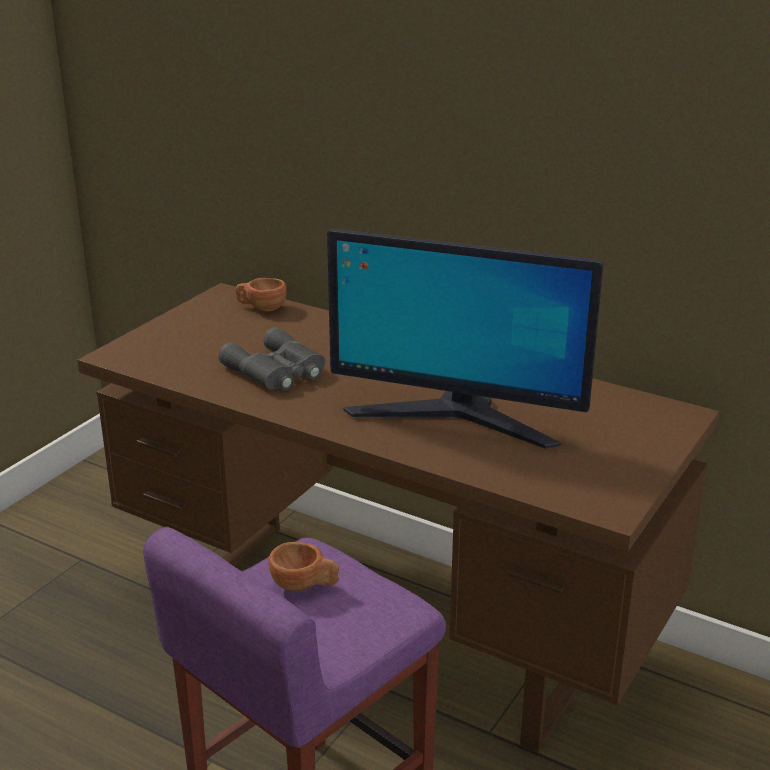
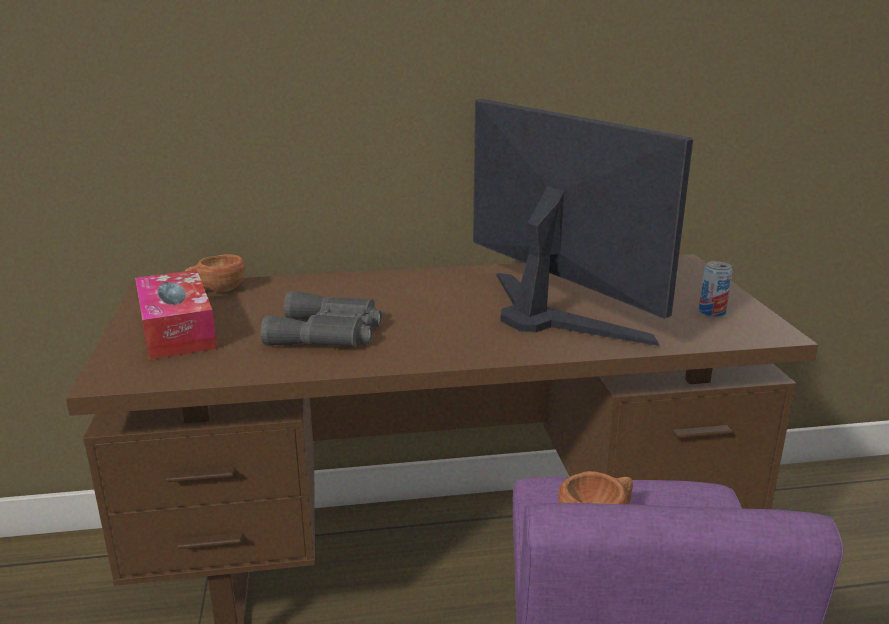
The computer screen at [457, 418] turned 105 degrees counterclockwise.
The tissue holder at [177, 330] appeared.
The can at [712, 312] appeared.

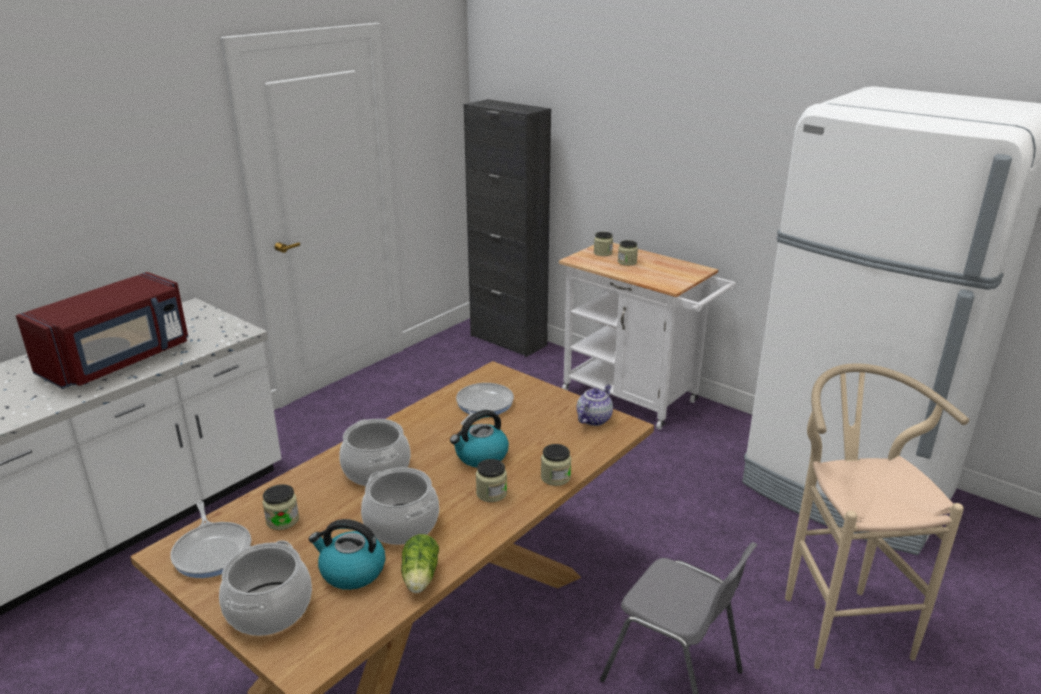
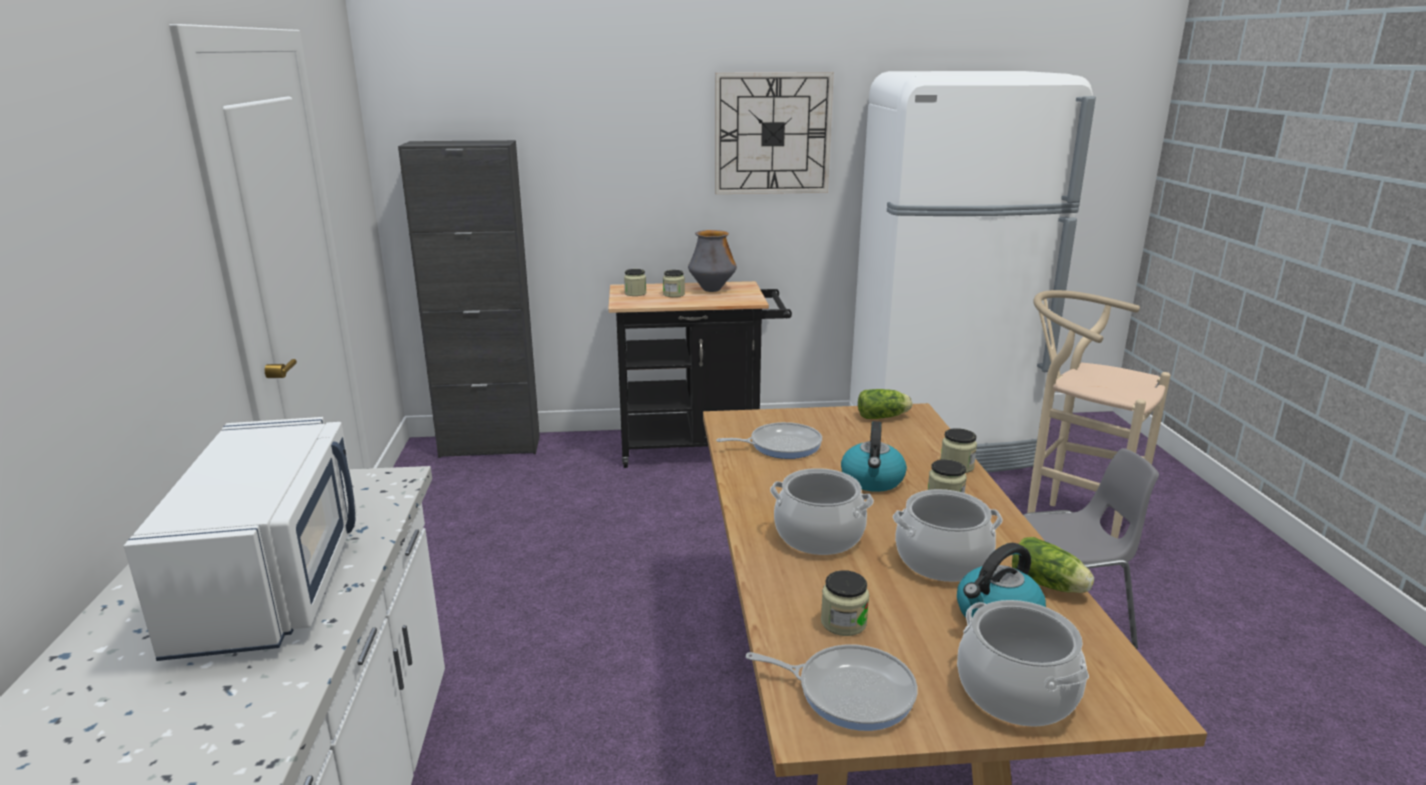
The red-coloured microwave at [119, 360] became the white microwave at [275, 581].
The frying pan at [483, 405] turned 105 degrees clockwise.
The white trolley at [636, 399] became the blackish trolley at [698, 447].
The teapot at [594, 419] was replaced by the lettuce head at [884, 417].
The vase at [712, 290] appeared.
The hanging clock at [772, 134] appeared.

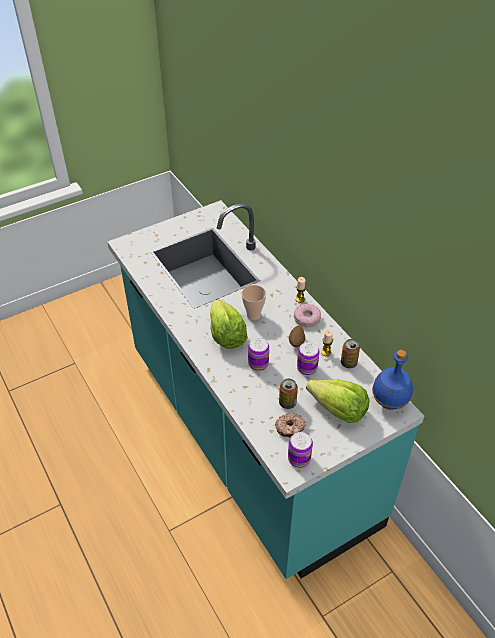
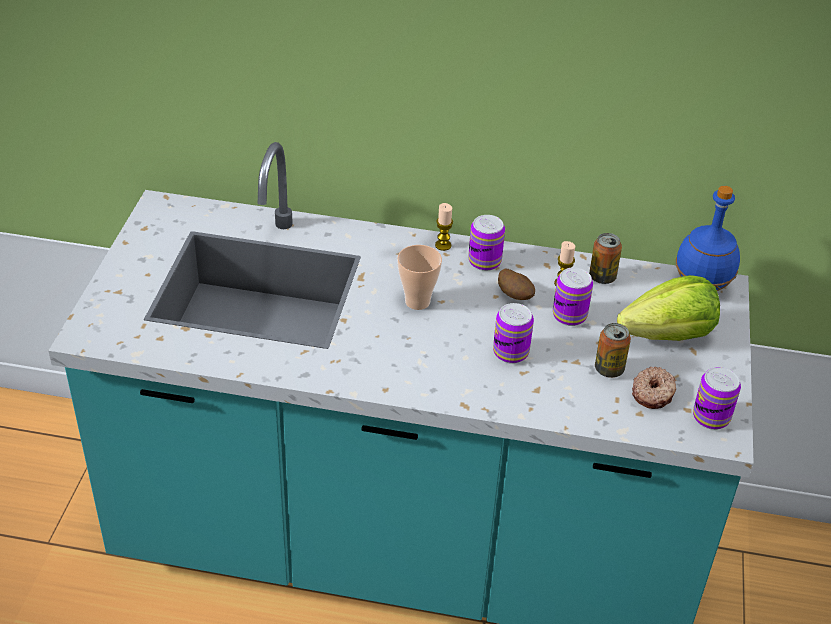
The lettuce head at [226, 335] disappeared.
The donut at [307, 318] was replaced by the can at [484, 261].

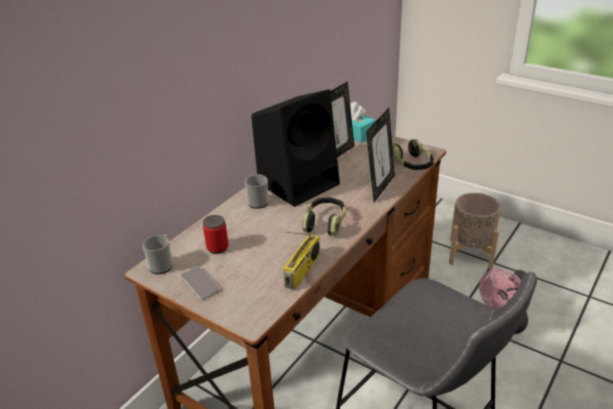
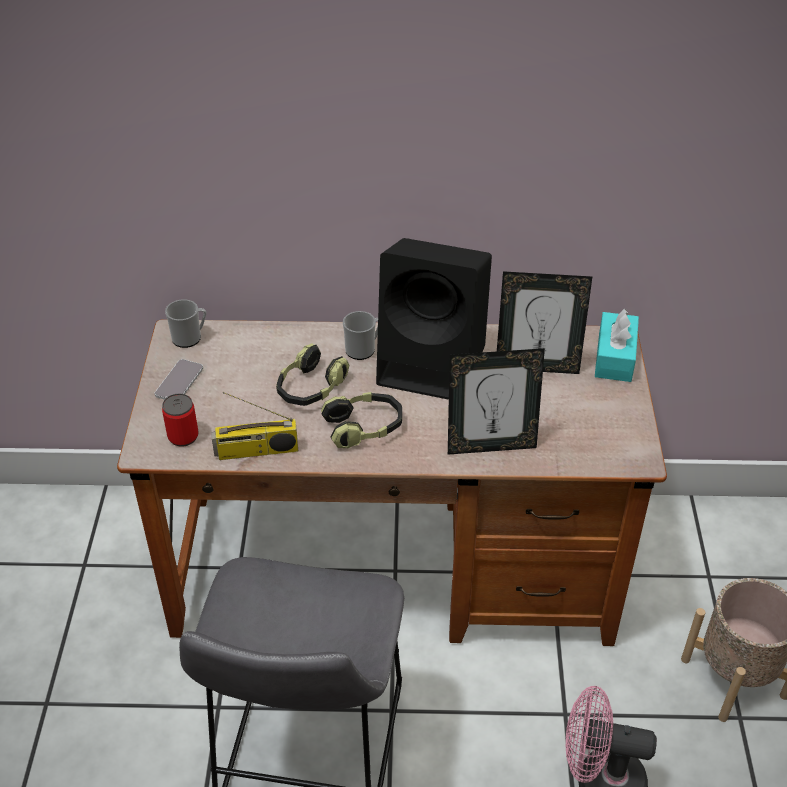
The can moved from [217, 248] to [183, 436].
The headphones moved from [412, 164] to [311, 388].

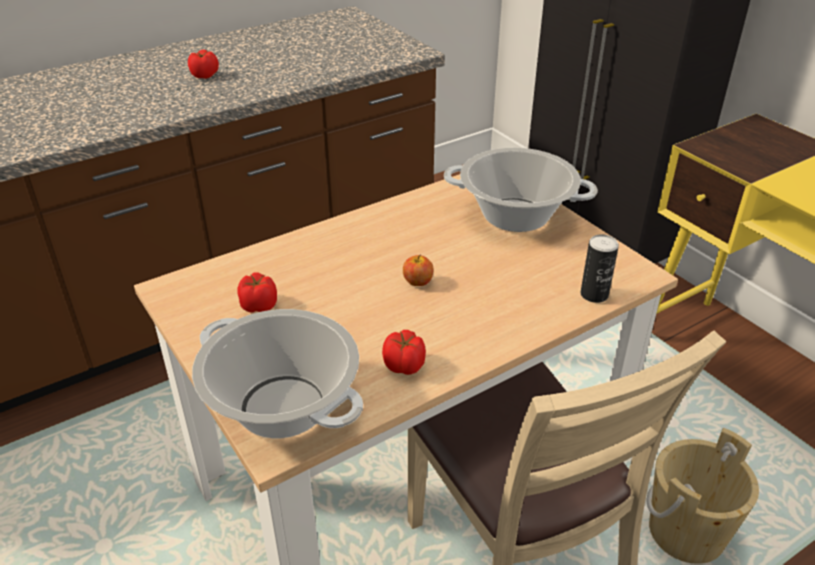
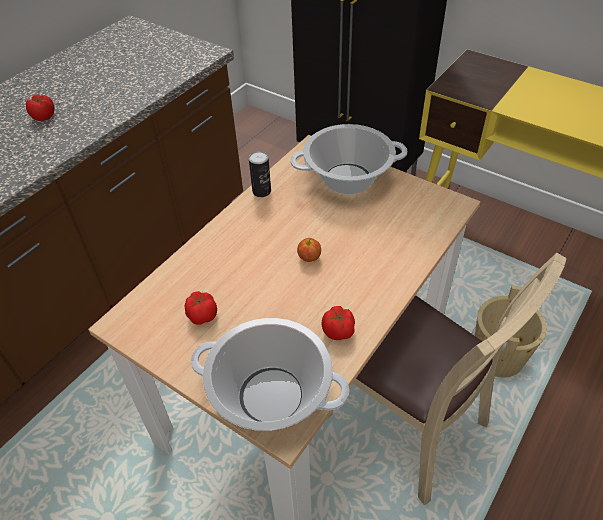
The can moved from [594, 294] to [261, 191].

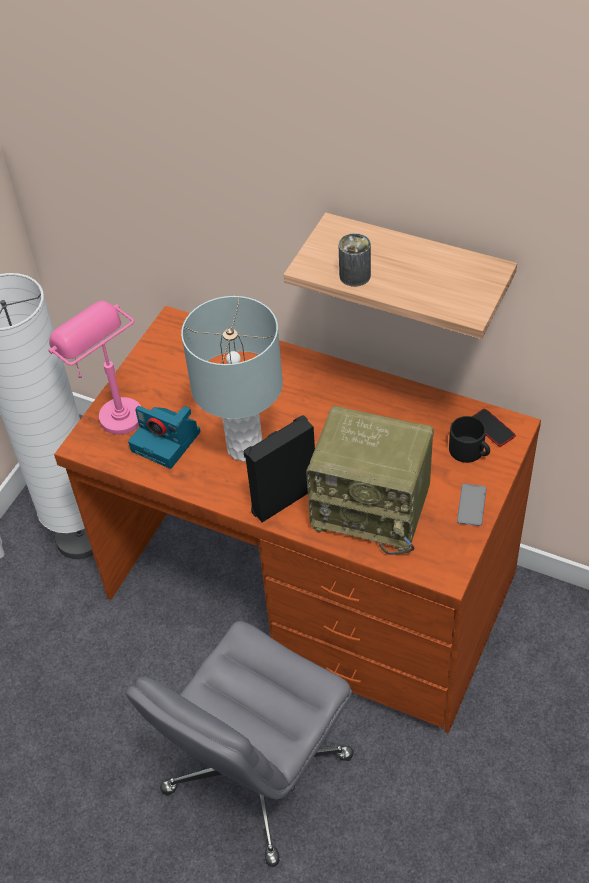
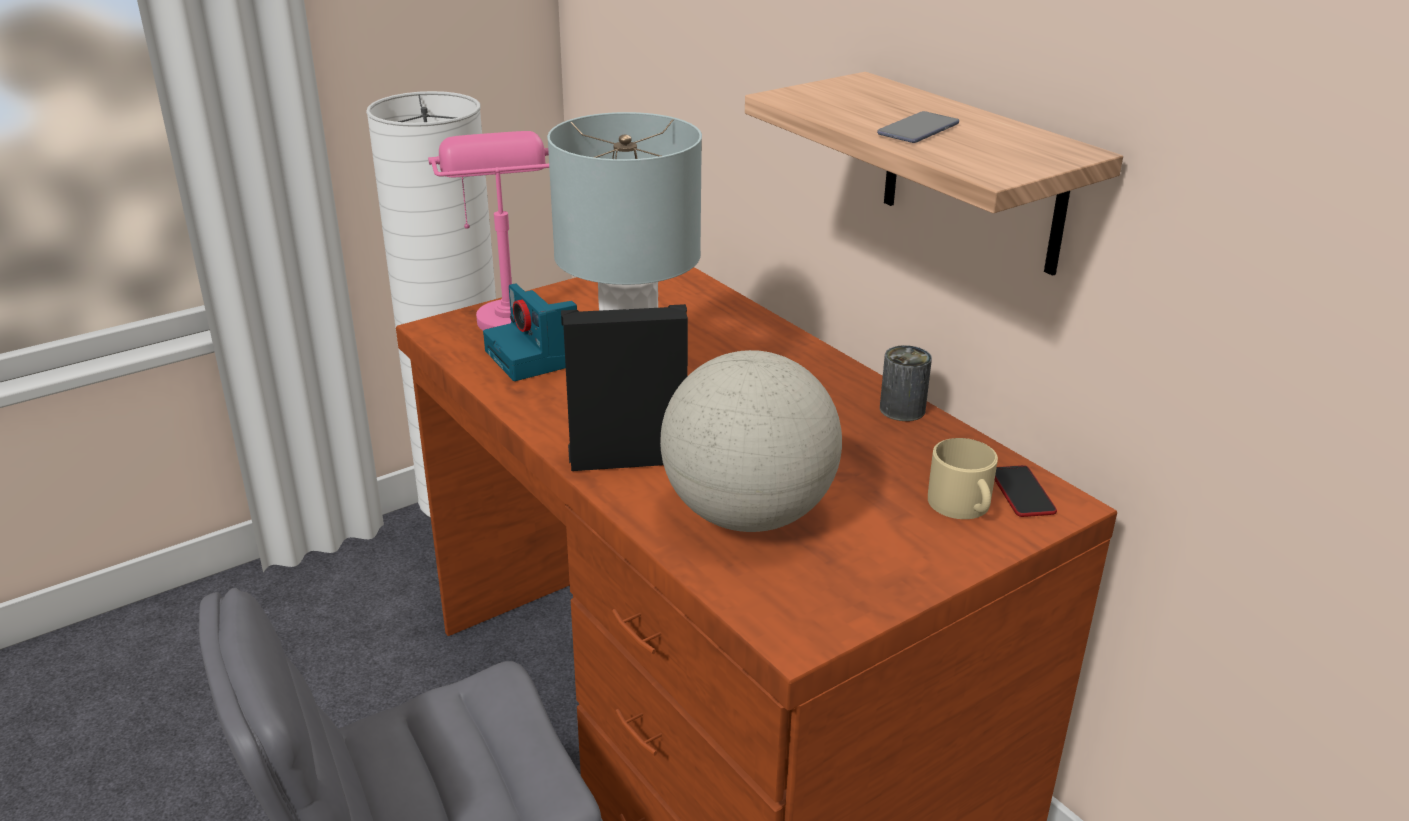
The radio set at [373, 508] was replaced by the globe at [748, 515].
The can moved from [355, 275] to [902, 409].
The blackish tea mug at [470, 451] became the sand-coloured tea mug at [963, 506].
The handset moved from [471, 505] to [918, 129].

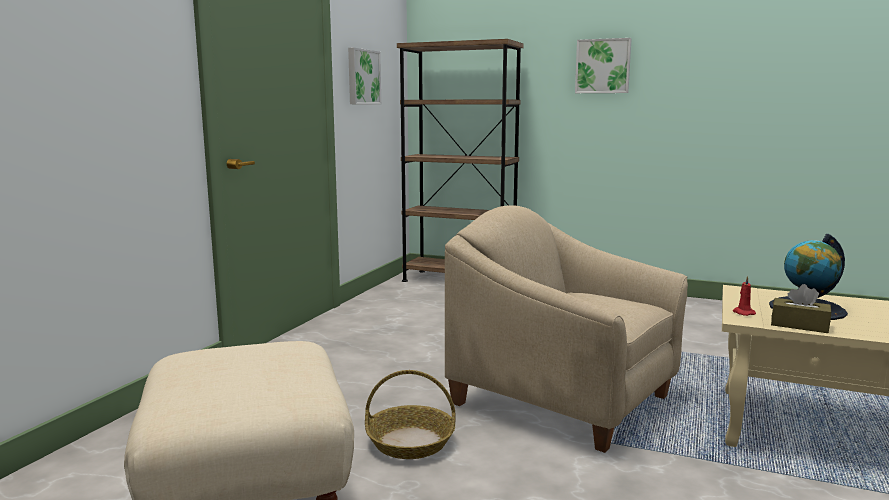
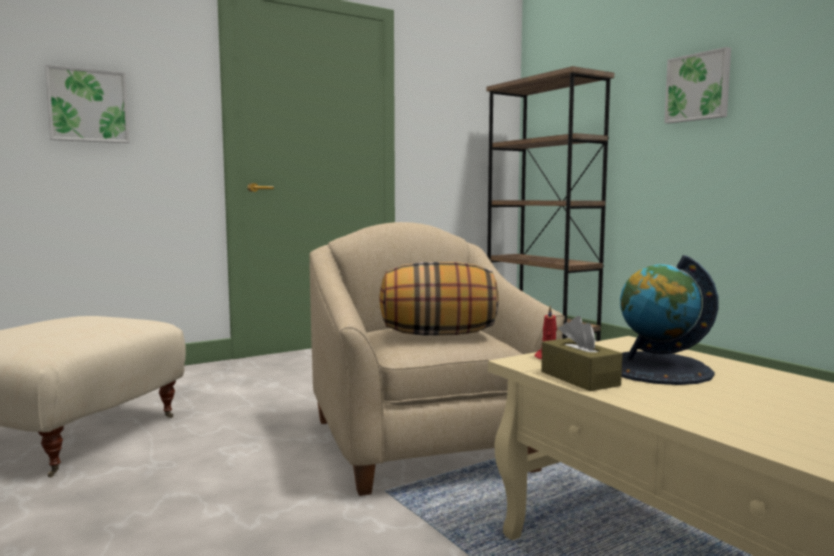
The picture moved from [362, 77] to [88, 106].
The storage basket at [411, 442] disappeared.
The cushion at [438, 335] appeared.

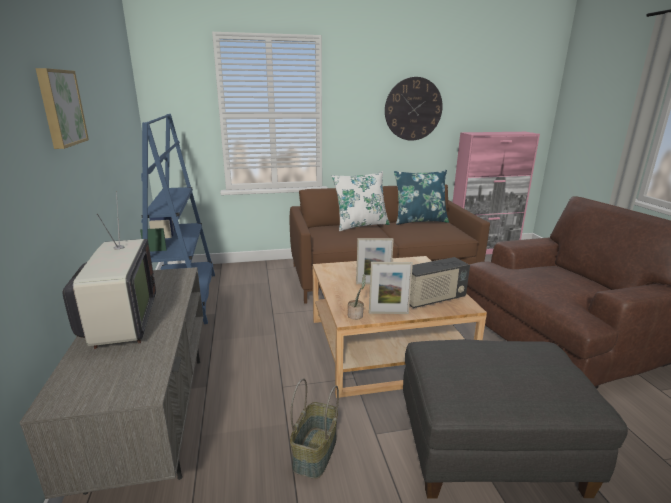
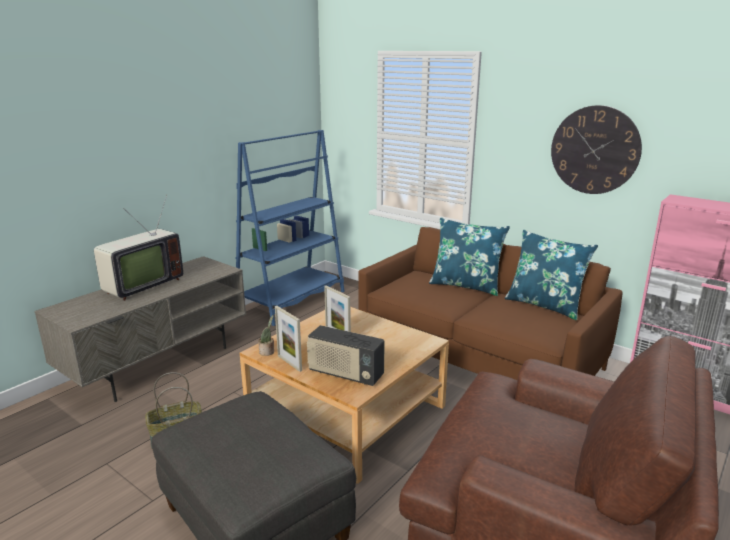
The picture at [60, 108] disappeared.
The white cushion at [360, 225] became the bluish cushion at [466, 285].

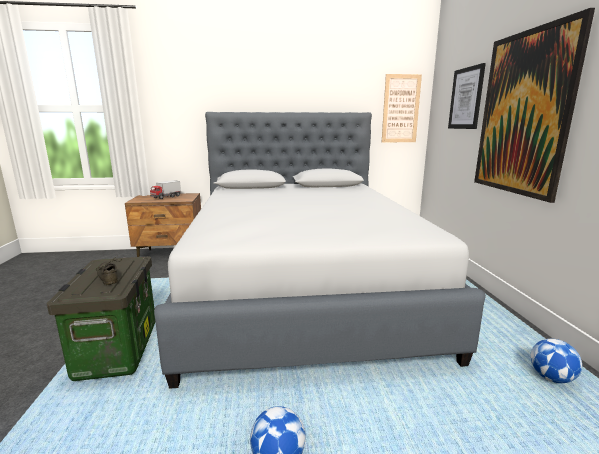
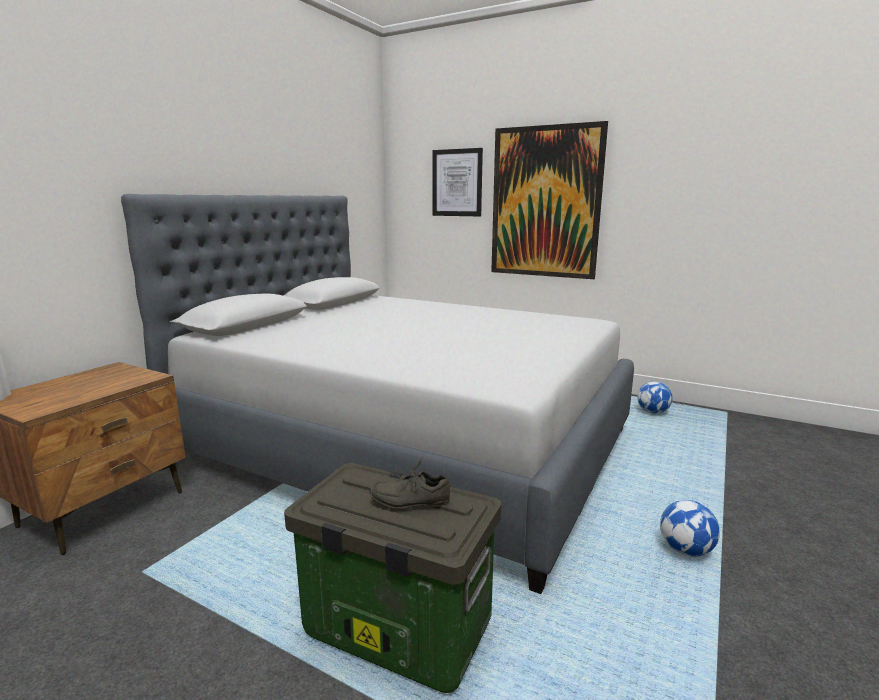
The toy truck at [166, 197] disappeared.
The picture at [401, 109] disappeared.

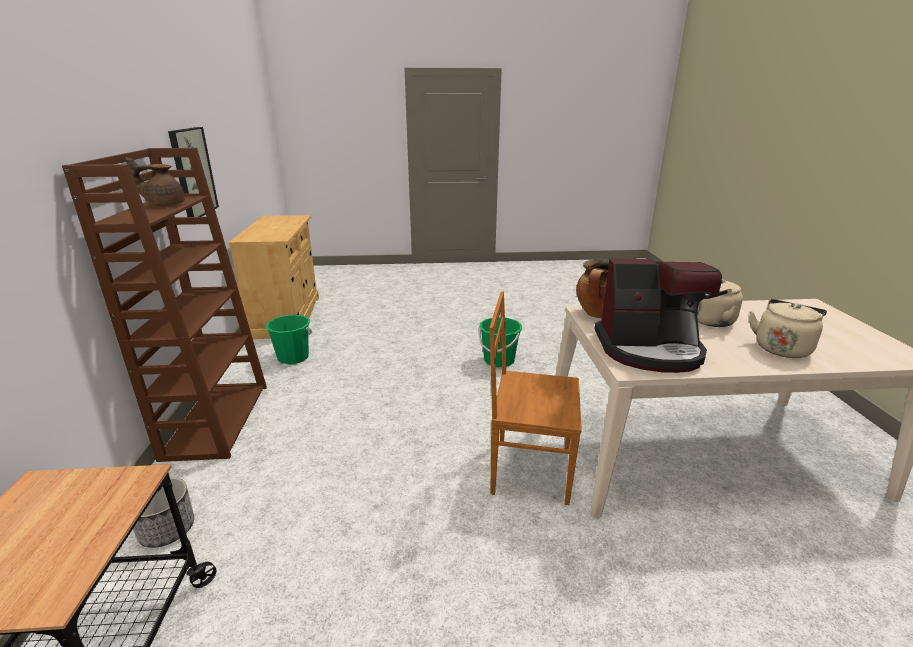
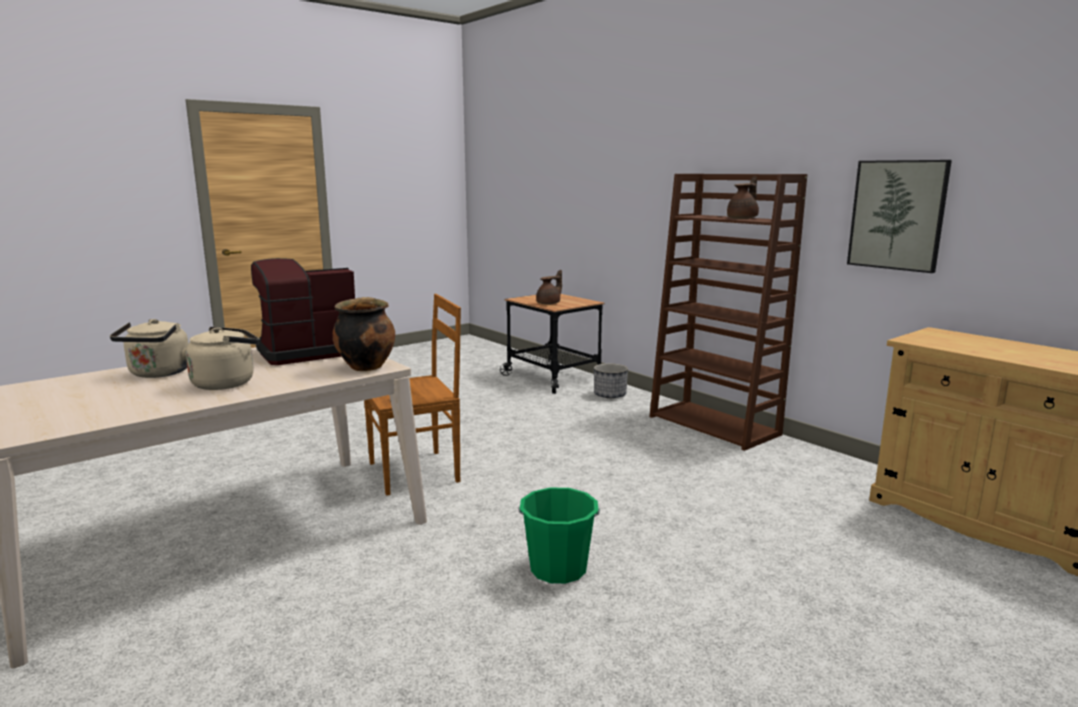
The green water bucket at [293, 357] disappeared.
The brown-coloured teapot at [549, 303] appeared.

